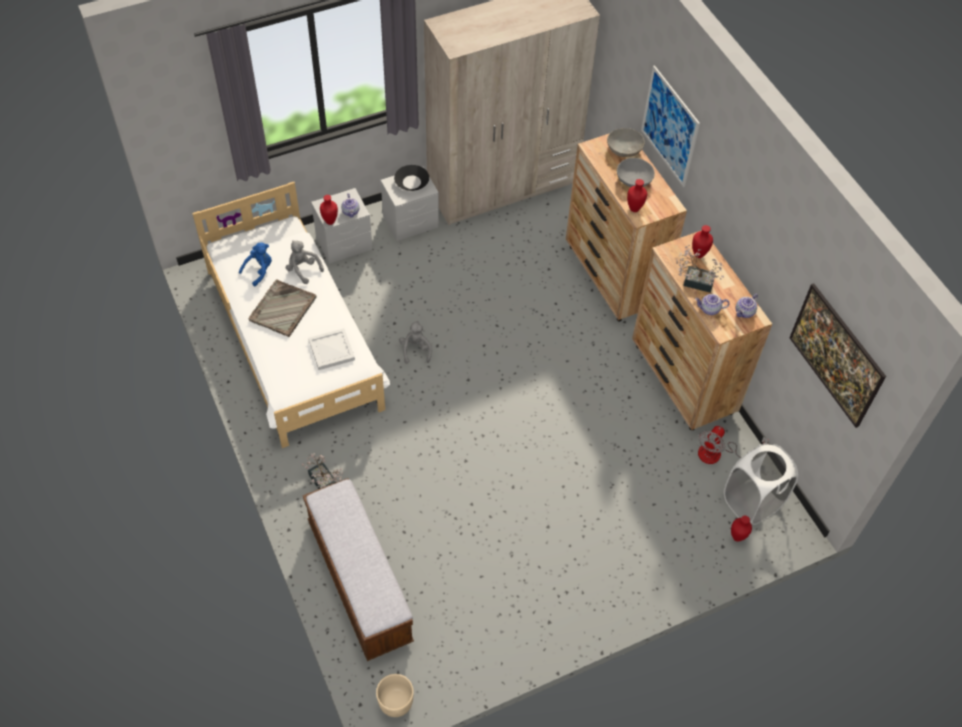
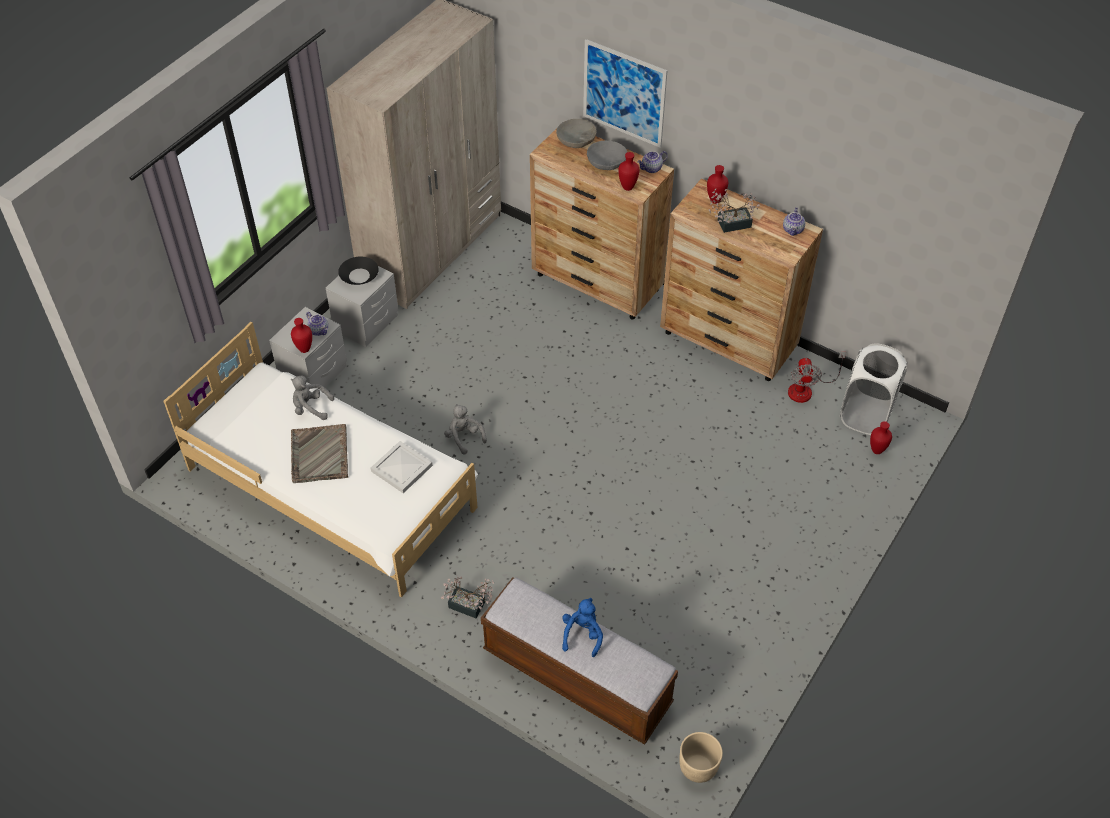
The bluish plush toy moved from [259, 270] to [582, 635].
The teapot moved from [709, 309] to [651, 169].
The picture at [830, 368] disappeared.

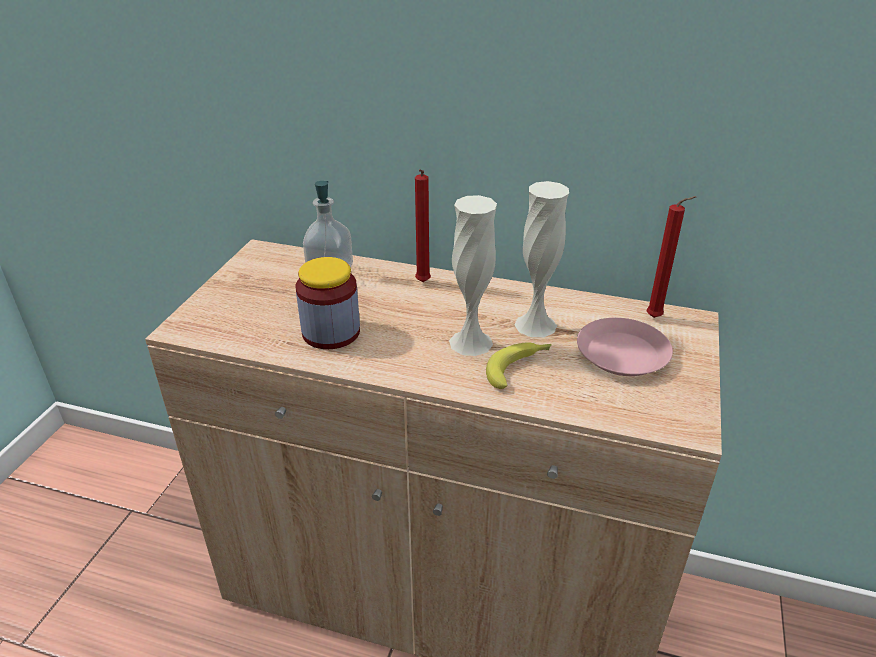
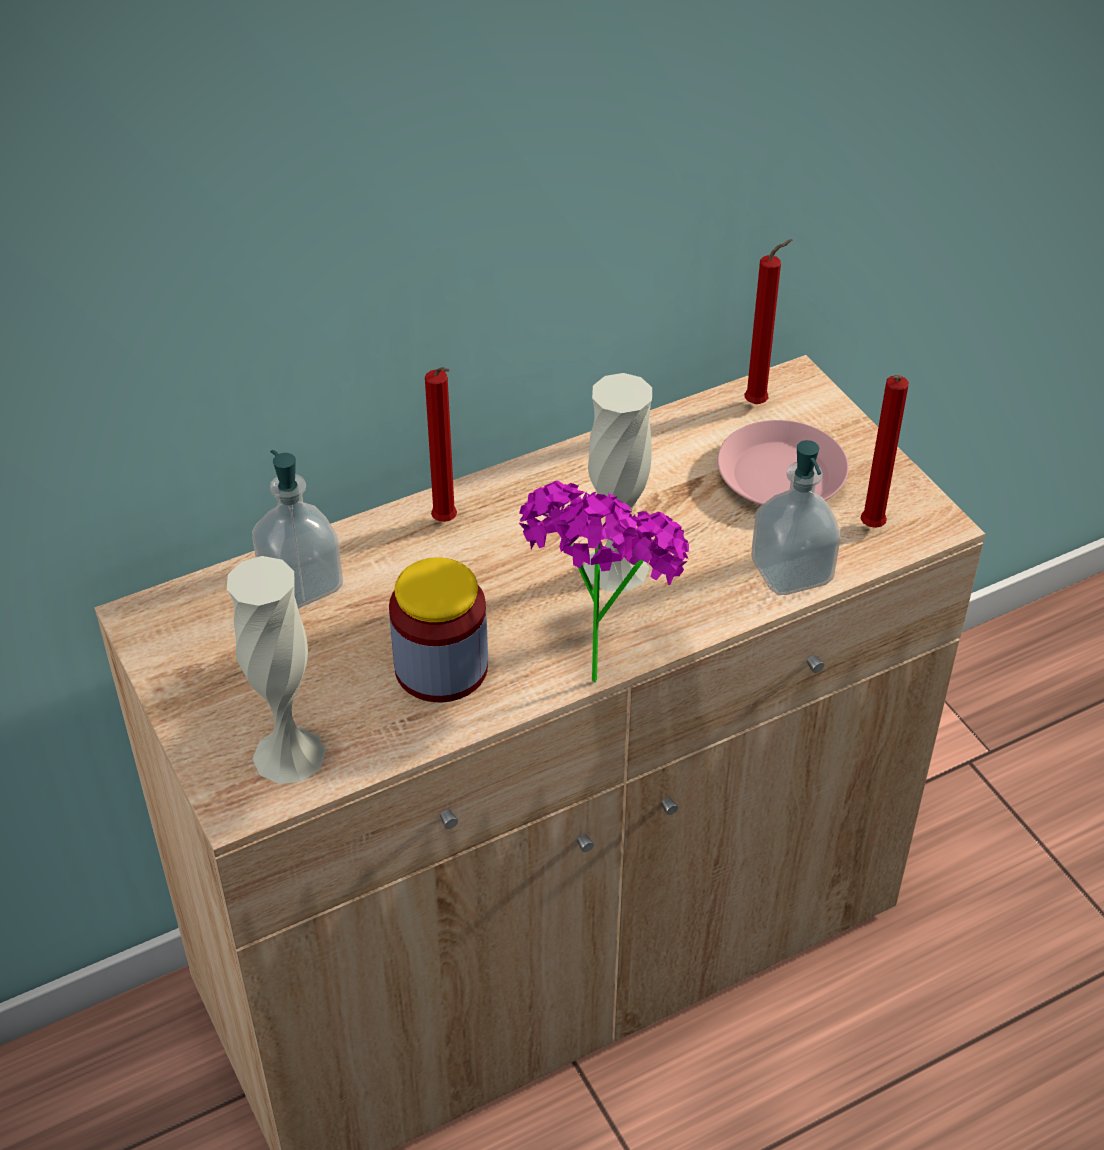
The whole banana at [519, 368] disappeared.
The white vase moved from [535, 325] to [289, 755].
The houseplant at [595, 657] appeared.
The soap bottle at [791, 572] appeared.
The red-coloured wax light at [870, 529] appeared.

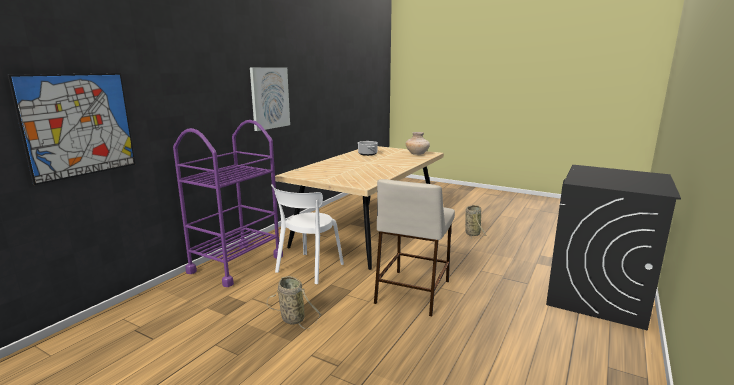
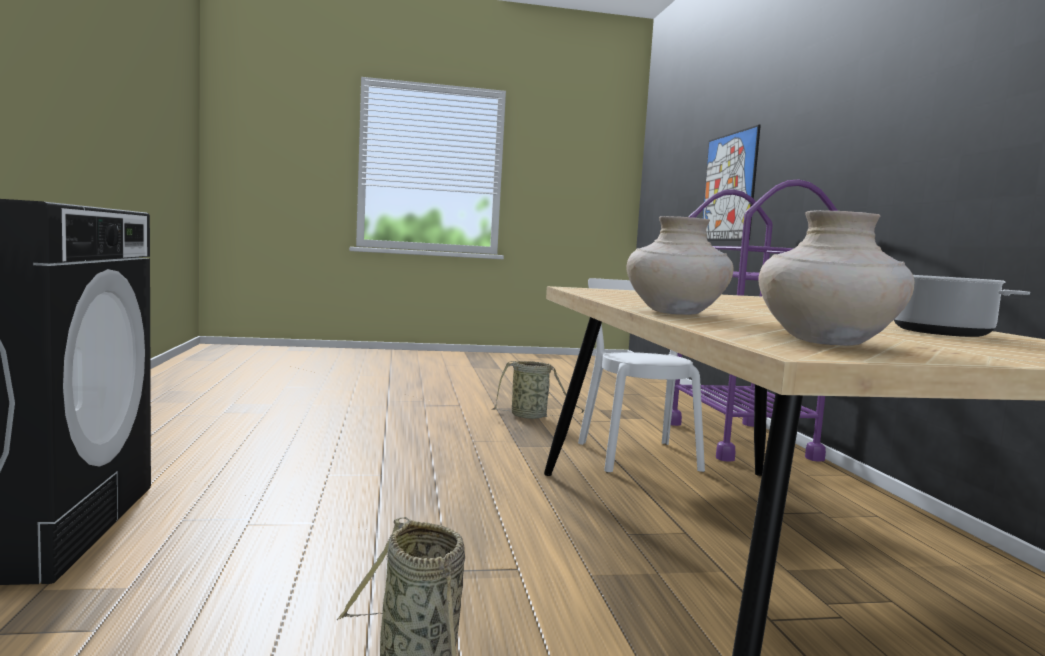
The picture at [269, 98] disappeared.
The sand-coloured stool at [413, 291] disappeared.
The sand-coloured vase at [675, 313] appeared.

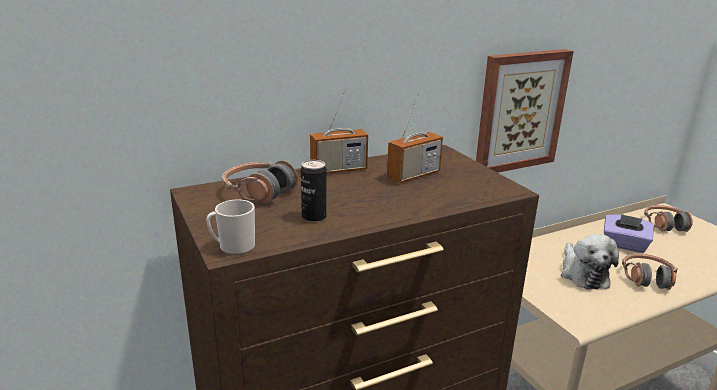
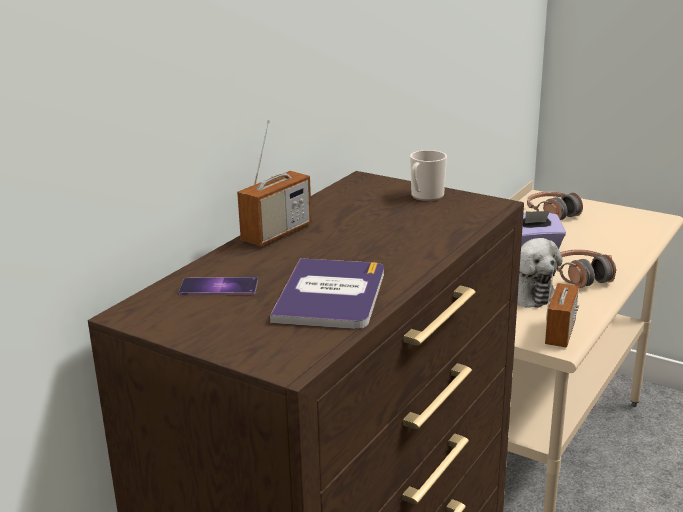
The tea mug moved from [233, 247] to [425, 196].
The headphones at [259, 192] was replaced by the handset at [219, 287].
The can at [314, 217] was replaced by the bound book at [331, 295].
The radio set moved from [413, 175] to [560, 333].
The picture at [519, 111] disappeared.

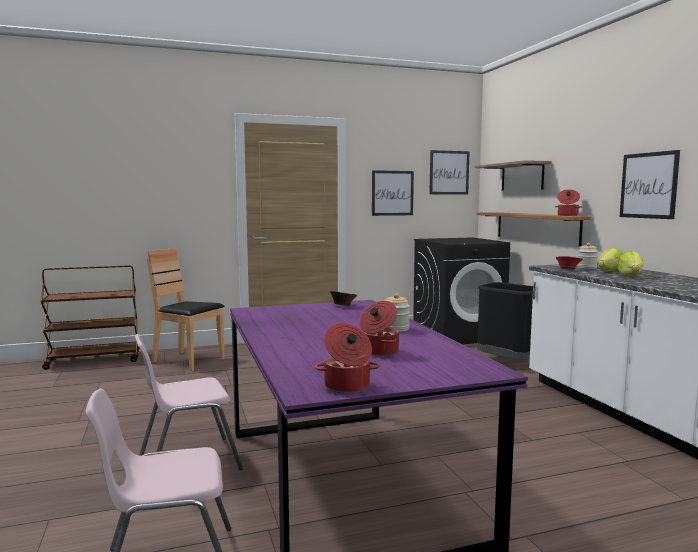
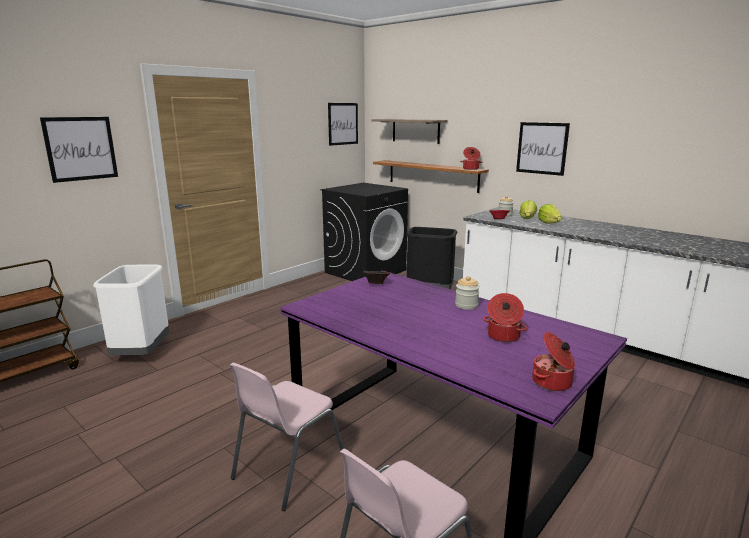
The brown-coloured chair at [188, 361] was replaced by the white trash can at [142, 353].
The picture moved from [392, 193] to [81, 148].

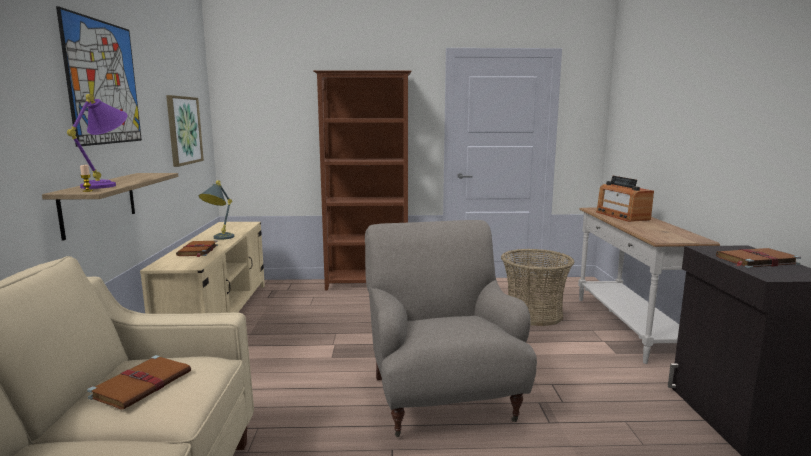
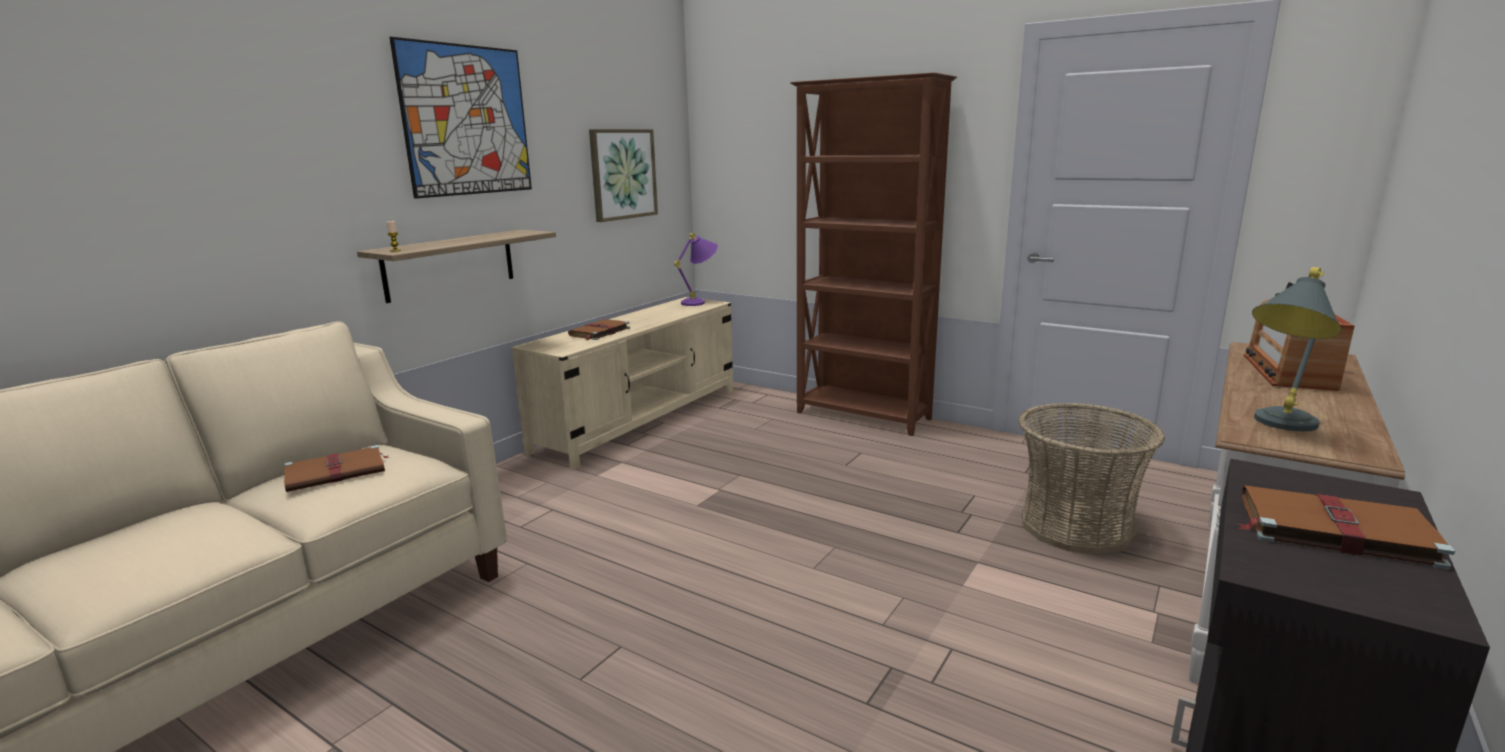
The purple tabletop lamp moved from [108, 185] to [700, 302].
The gray tabletop lamp moved from [219, 239] to [1277, 426].
The gray easy chair at [441, 397] disappeared.

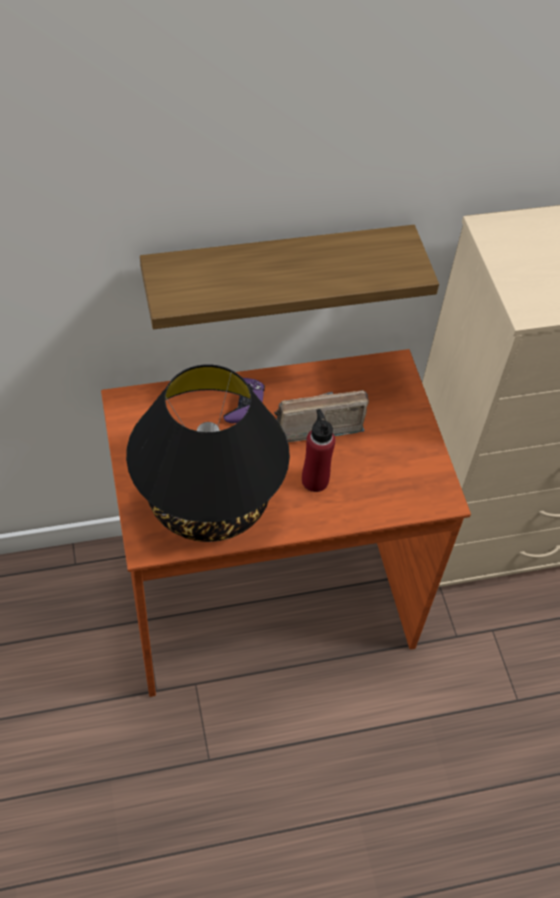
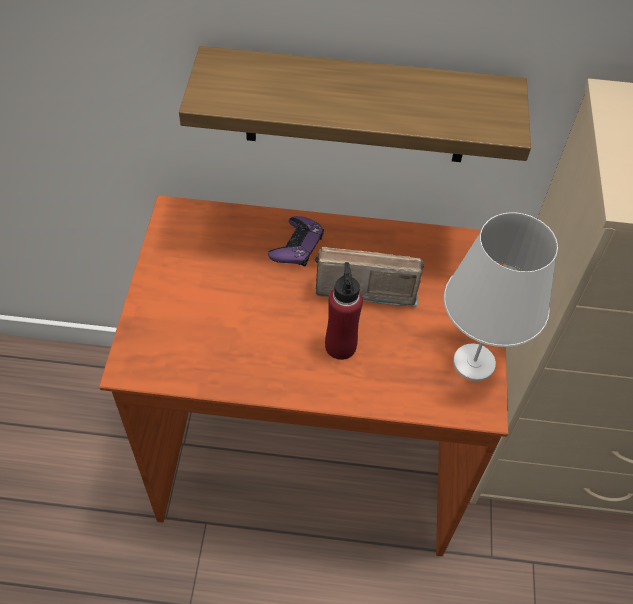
The blackish tabletop lamp at [208, 499] disappeared.
The white tabletop lamp at [474, 363] appeared.

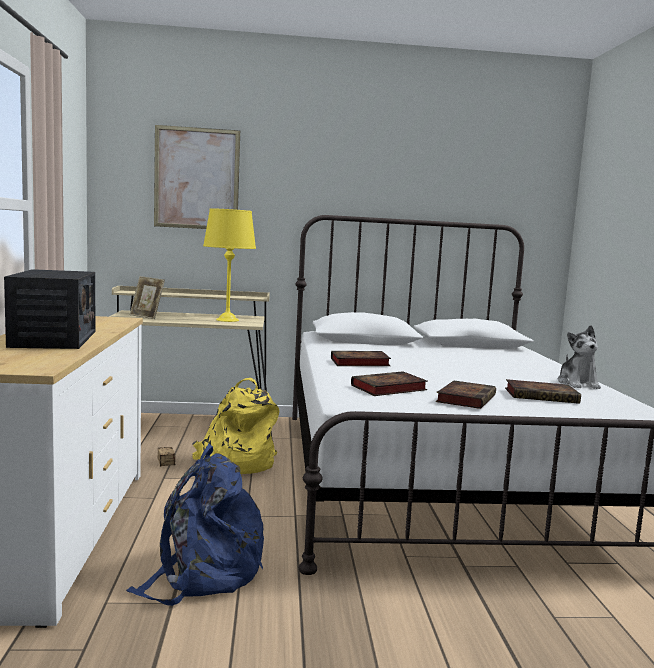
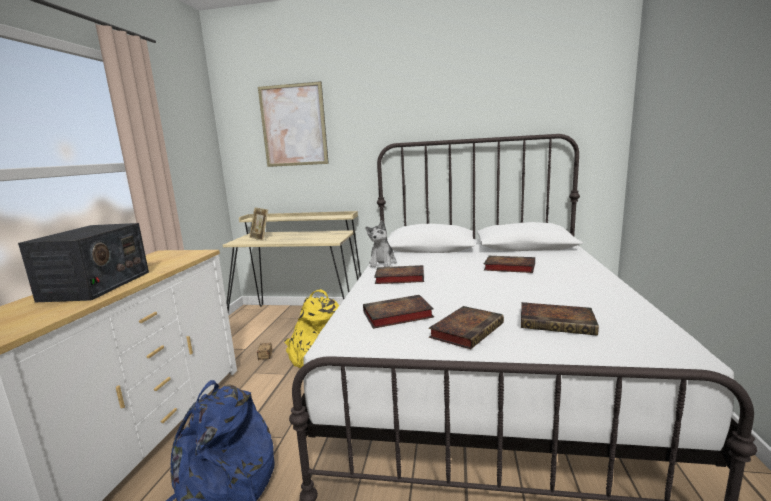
The yellowish tabletop lamp at [227, 320] disappeared.
The plush toy moved from [578, 383] to [382, 263].
The bound book at [508, 267] appeared.

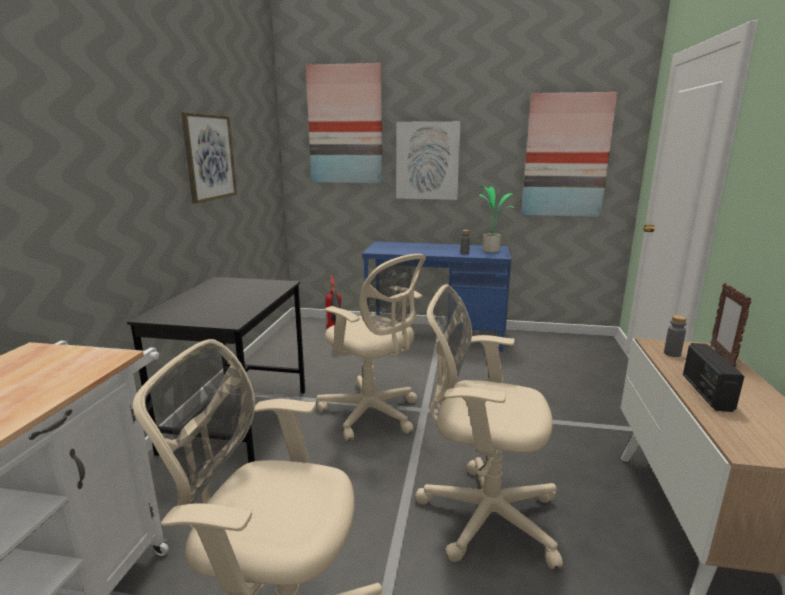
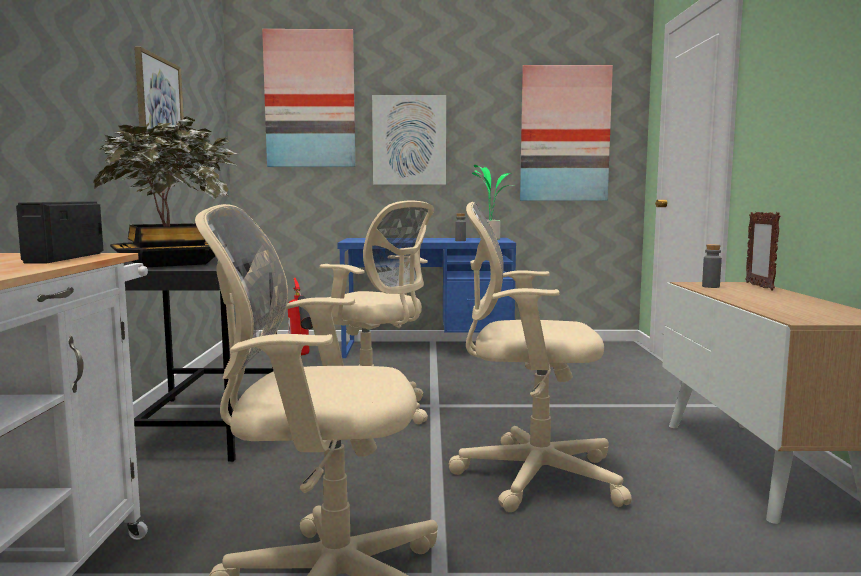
The radio set moved from [706, 392] to [64, 258].
The houseplant at [169, 263] appeared.

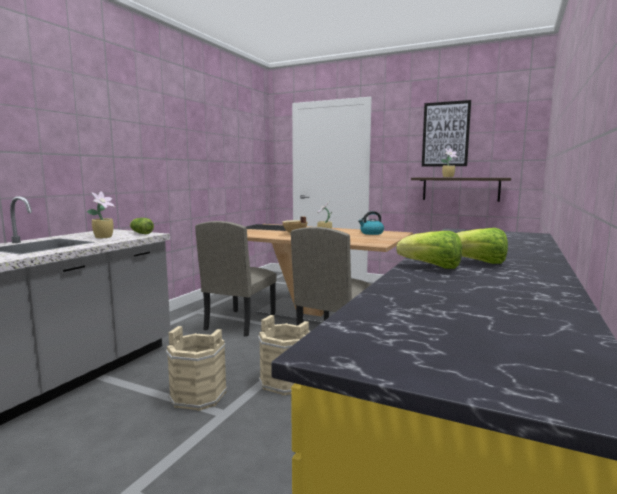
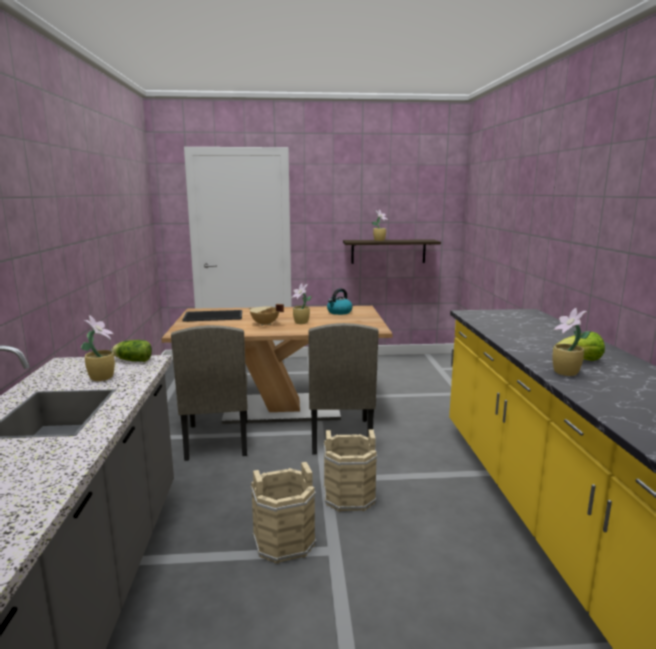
The lettuce head at [431, 267] was replaced by the houseplant at [565, 373].
The picture at [445, 134] disappeared.

